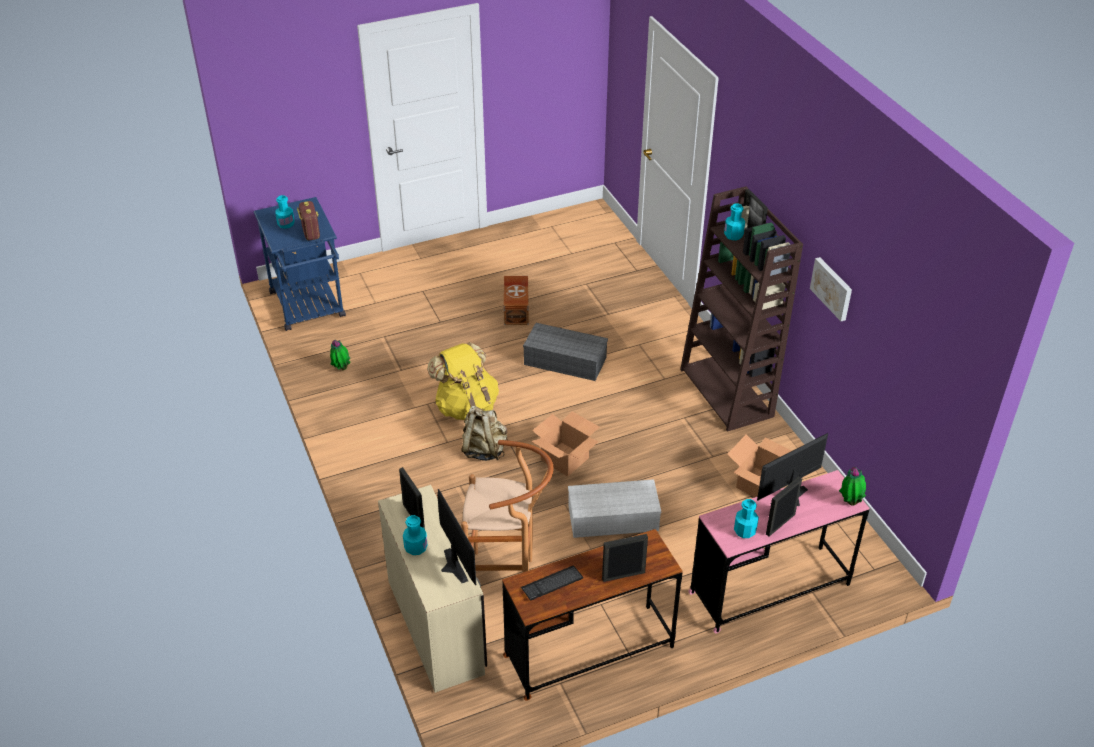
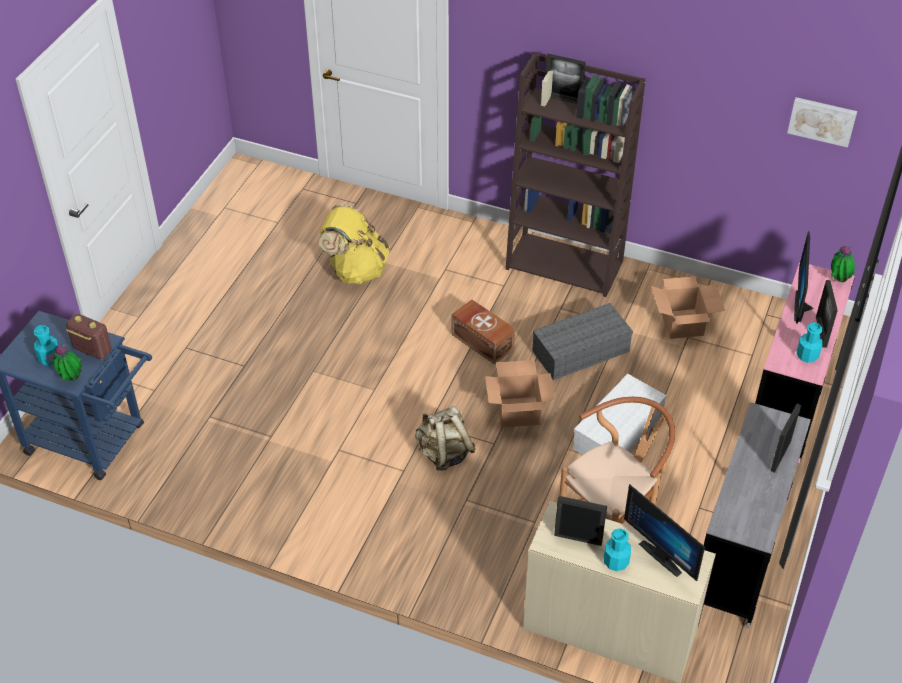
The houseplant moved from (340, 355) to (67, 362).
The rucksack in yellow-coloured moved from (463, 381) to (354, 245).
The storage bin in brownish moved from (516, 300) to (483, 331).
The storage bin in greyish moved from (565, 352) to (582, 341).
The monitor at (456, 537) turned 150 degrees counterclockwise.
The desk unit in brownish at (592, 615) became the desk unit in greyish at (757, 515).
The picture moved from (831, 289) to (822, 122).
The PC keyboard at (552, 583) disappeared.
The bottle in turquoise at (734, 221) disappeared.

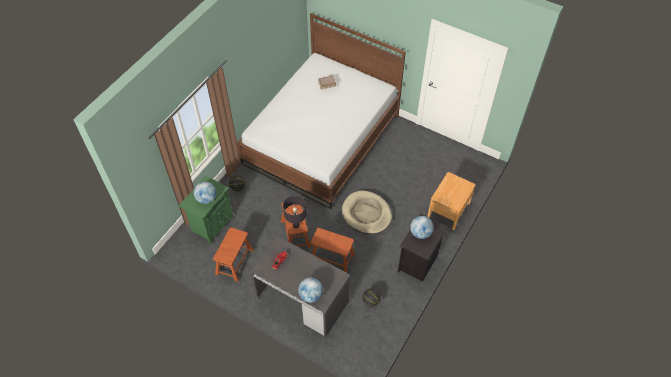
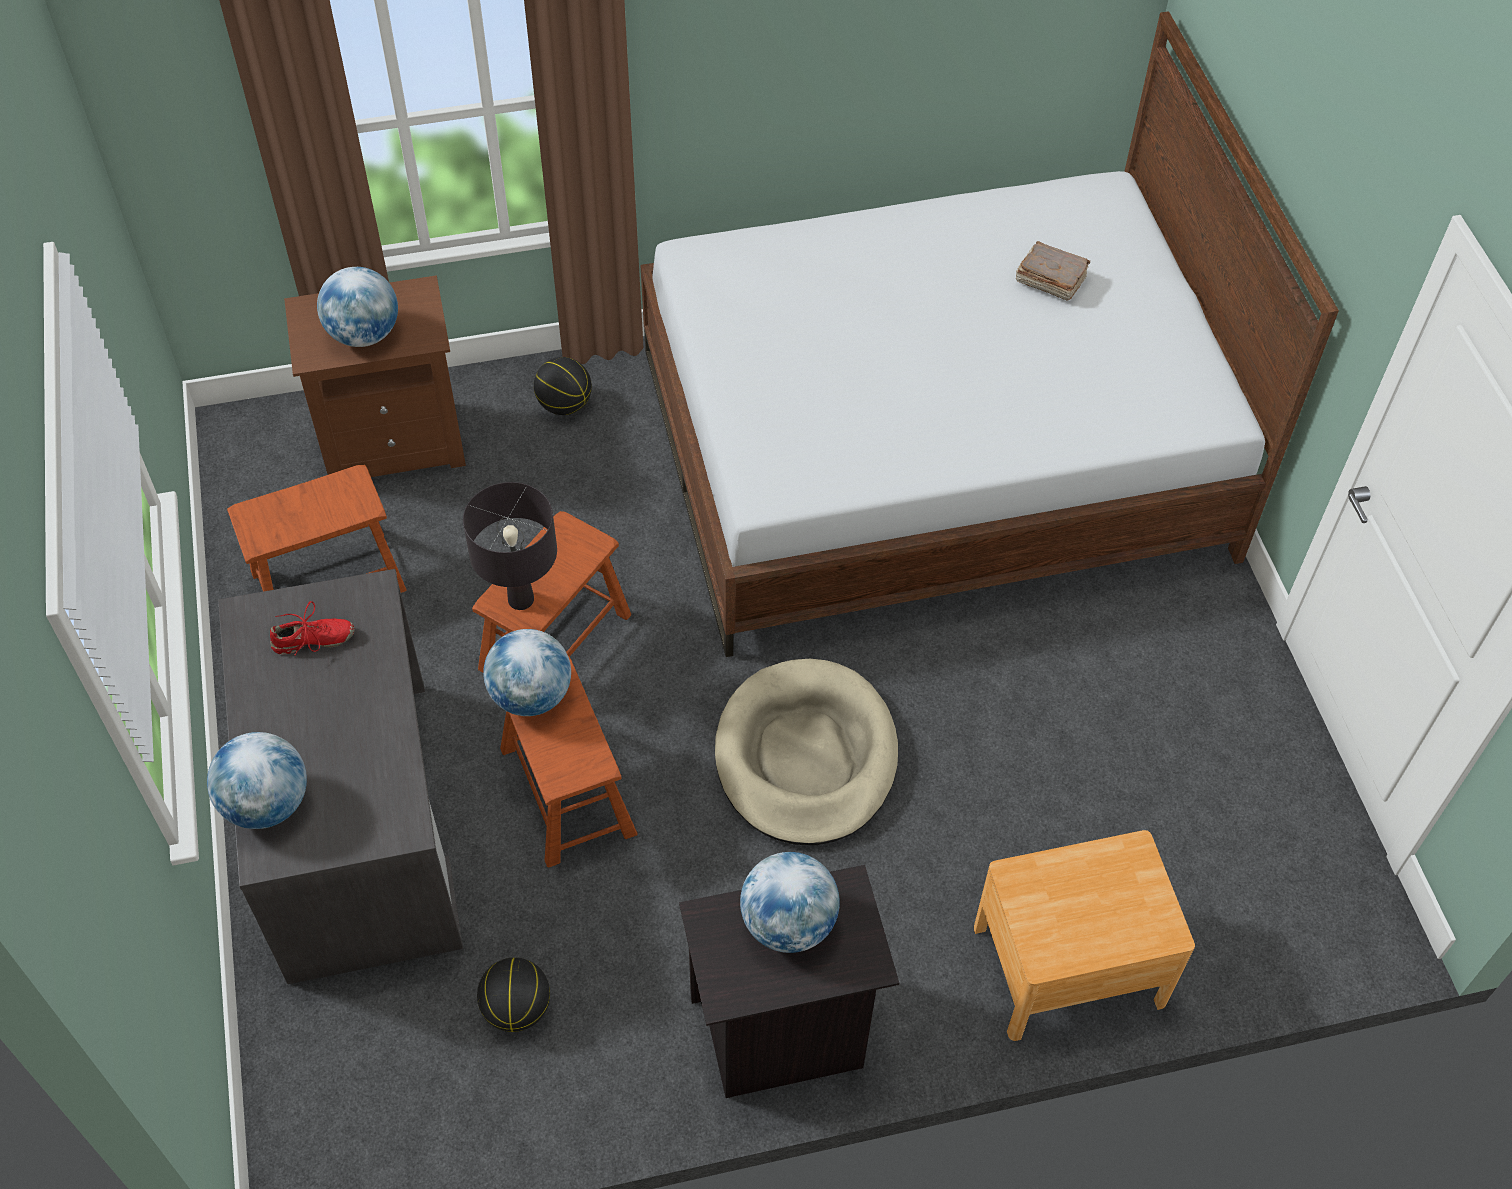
The nightstand in green at (206, 209) became the nightstand in brownish at (375, 376).
The desk globe at (527, 672) appeared.

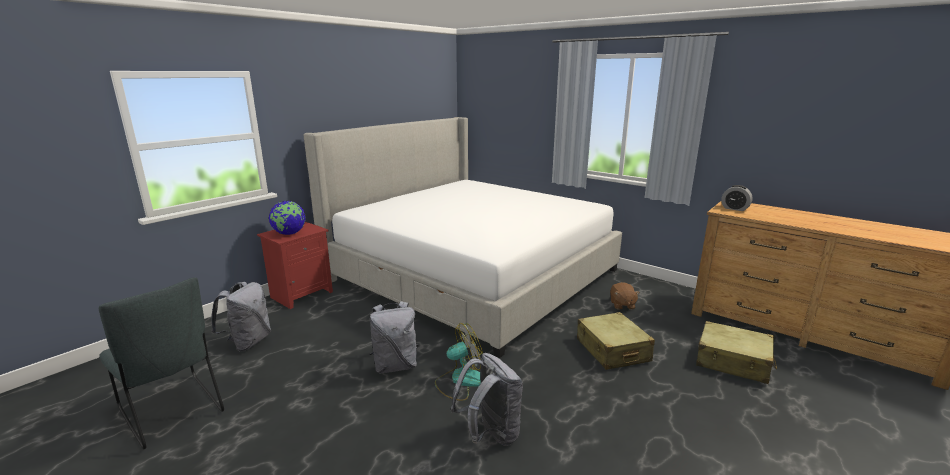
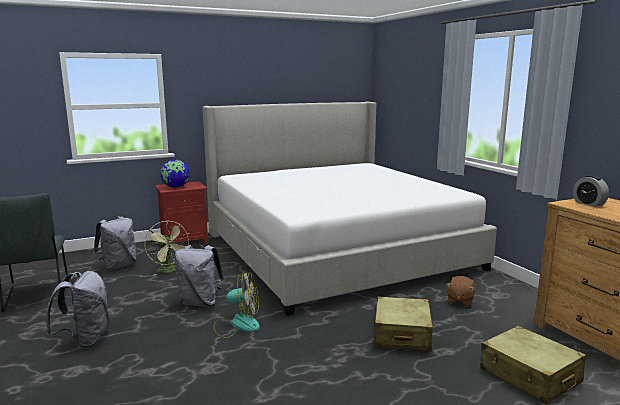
The rucksack in greyish moved from (487, 399) to (78, 310).
The electric fan in green at (167, 248) appeared.

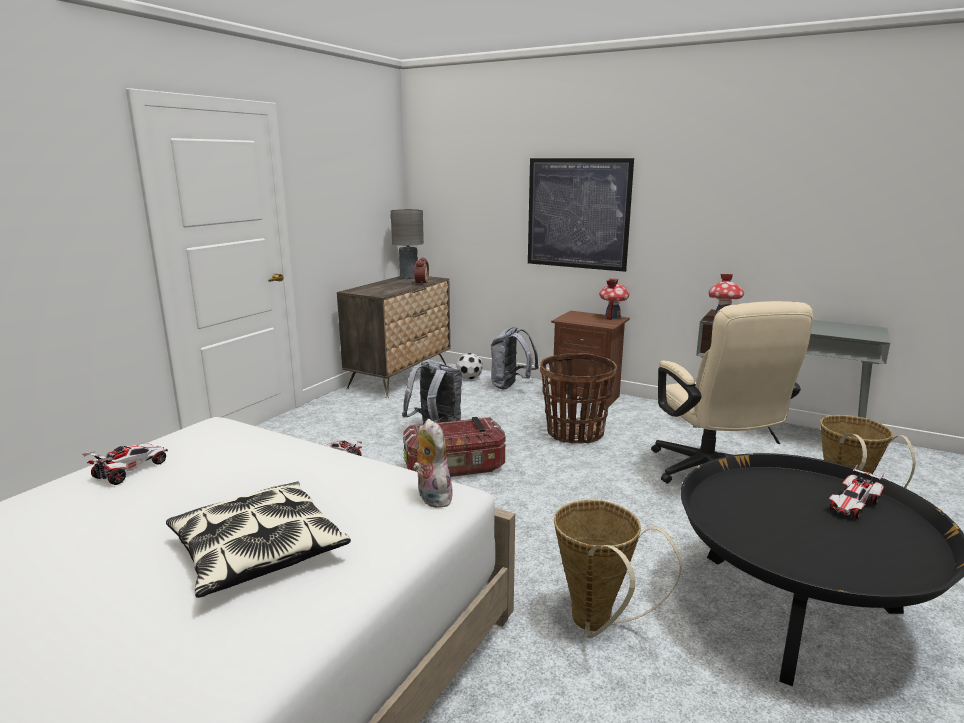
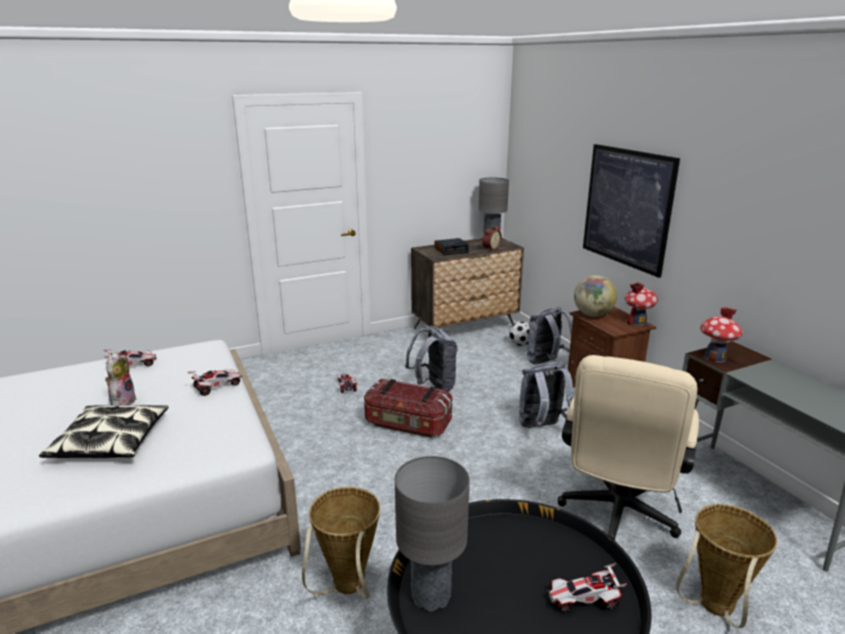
The cuddly toy moved from (433, 463) to (121, 379).
The toy car at (215, 382) appeared.
The tabletop lamp in greyish at (432, 534) appeared.
The table clock at (451, 246) appeared.
The storage basket at (578, 398) was replaced by the rucksack in greyish at (546, 395).
The desk globe at (595, 296) appeared.

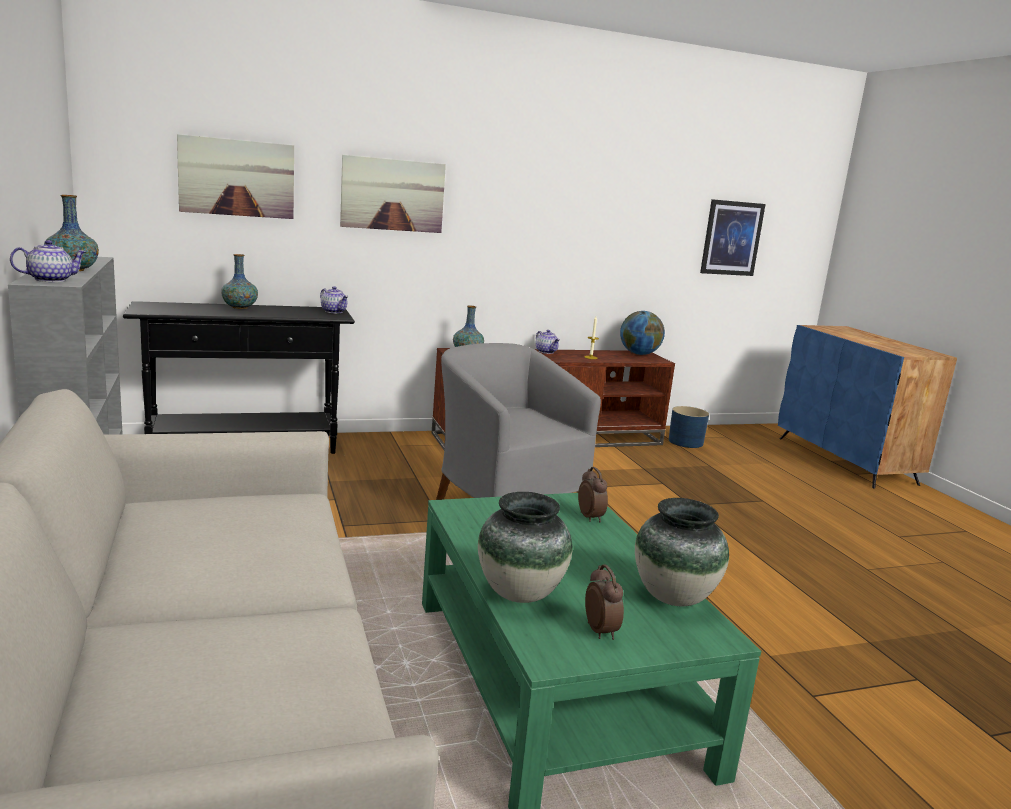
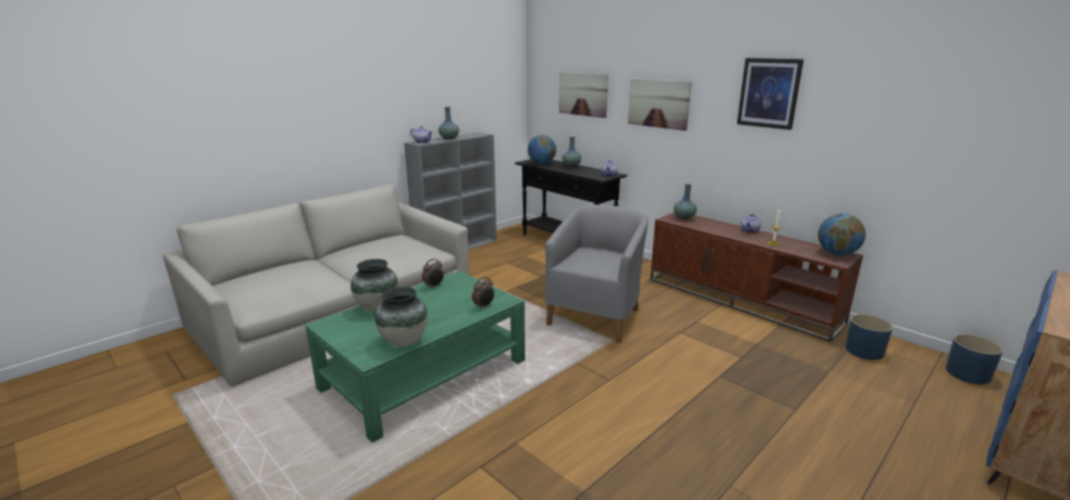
The table clock moved from (604, 602) to (433, 274).
The desk globe at (542, 149) appeared.
The picture moved from (733, 237) to (770, 94).
The plant pot in blue-coloured at (974, 359) appeared.

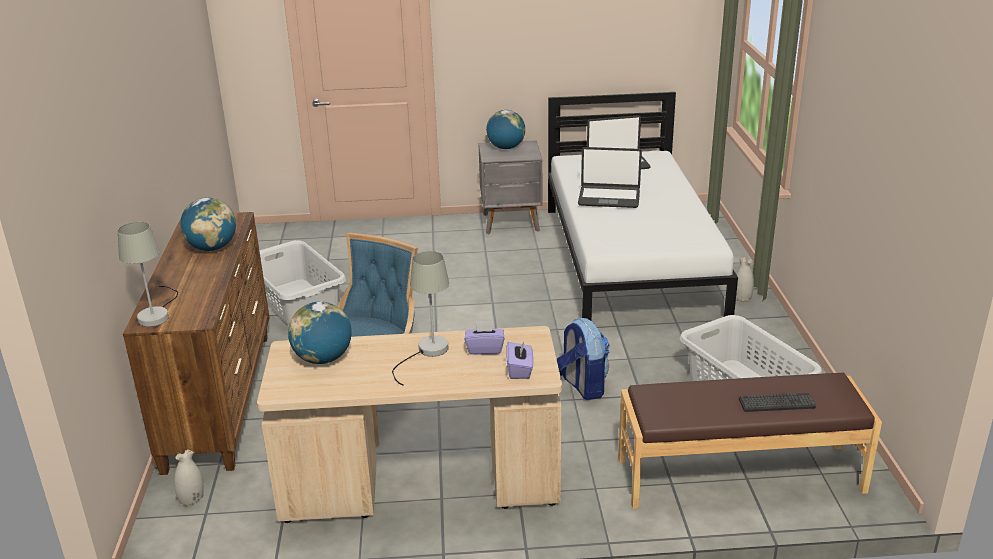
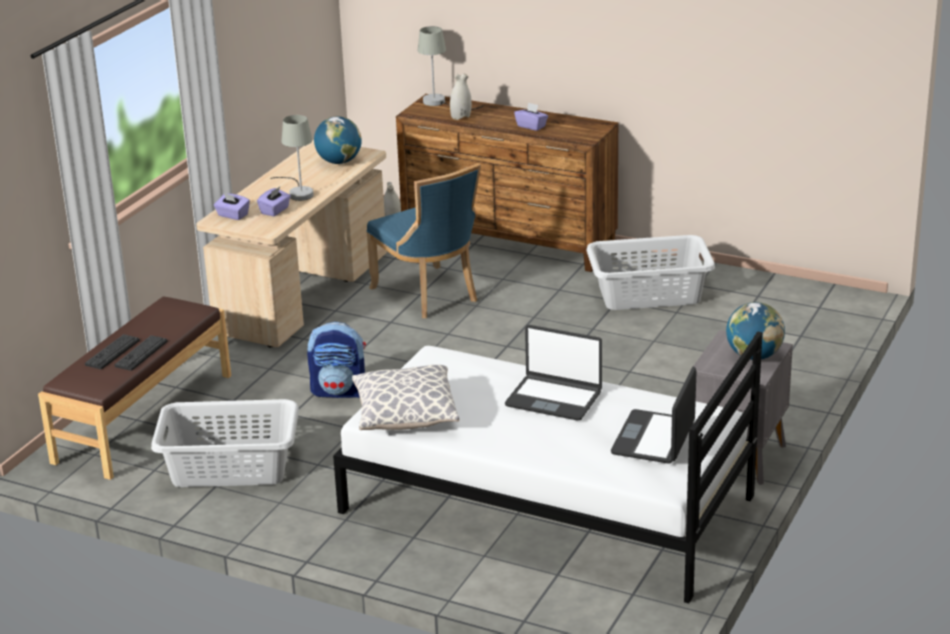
The PC keyboard at (141, 353) appeared.
The cushion at (405, 397) appeared.
The decorative vase in white moved from (745, 279) to (461, 96).
The portable computer at (610, 177) turned 105 degrees counterclockwise.
The desk globe at (208, 224) was replaced by the tissue box in purple-coloured at (531, 116).

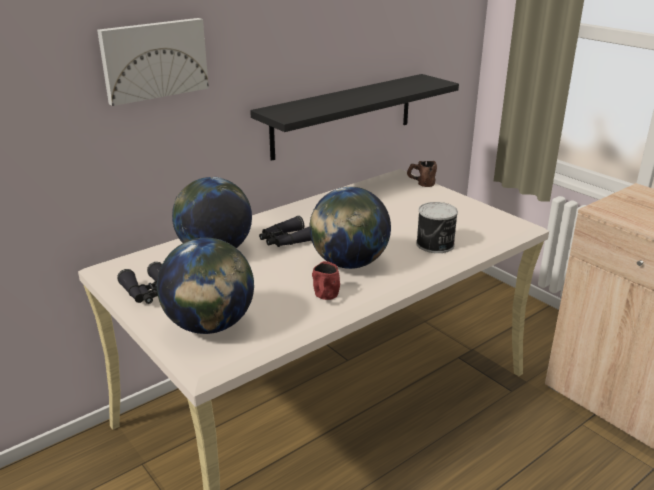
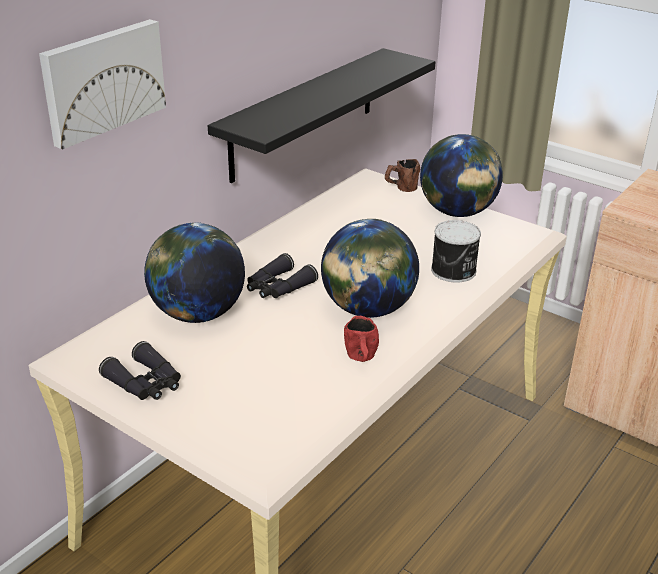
The desk globe moved from (205, 286) to (461, 175).

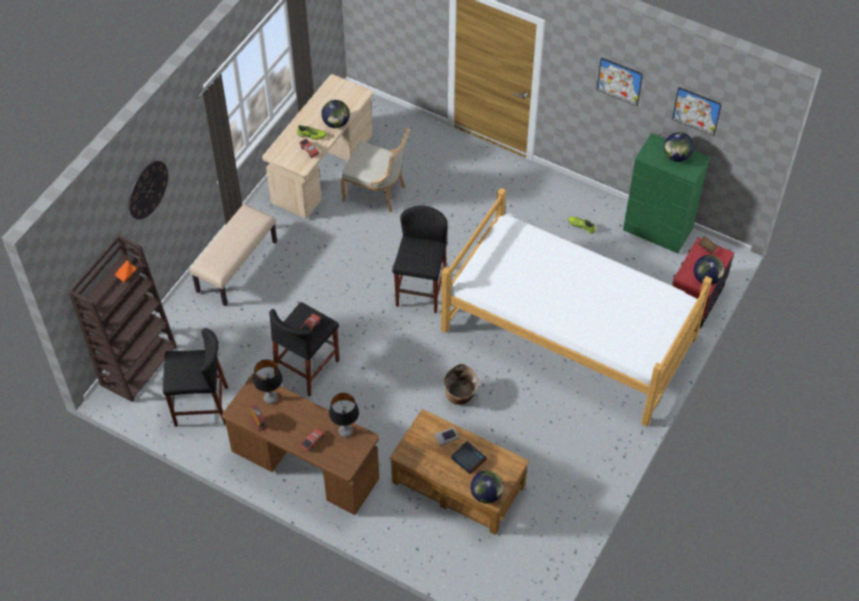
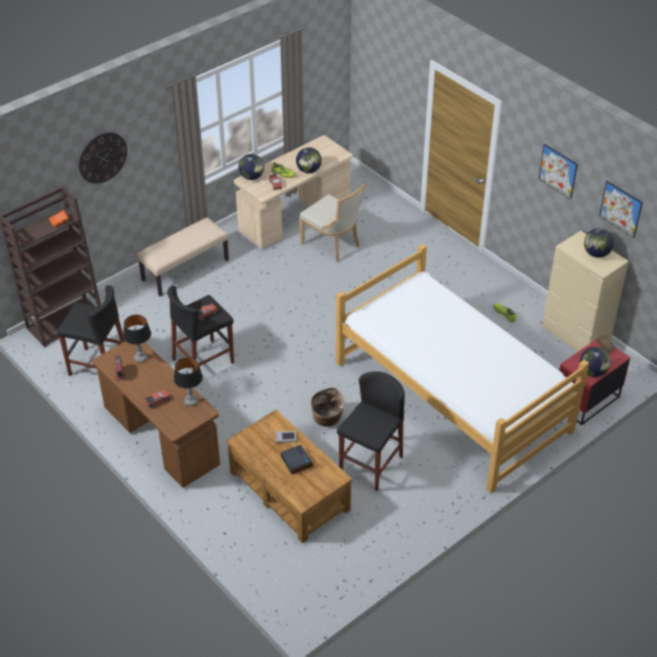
The desk globe moved from (487, 487) to (251, 167).
The stool in black moved from (420, 259) to (371, 431).
The dresser in green at (666, 193) became the dresser in beige at (585, 291).

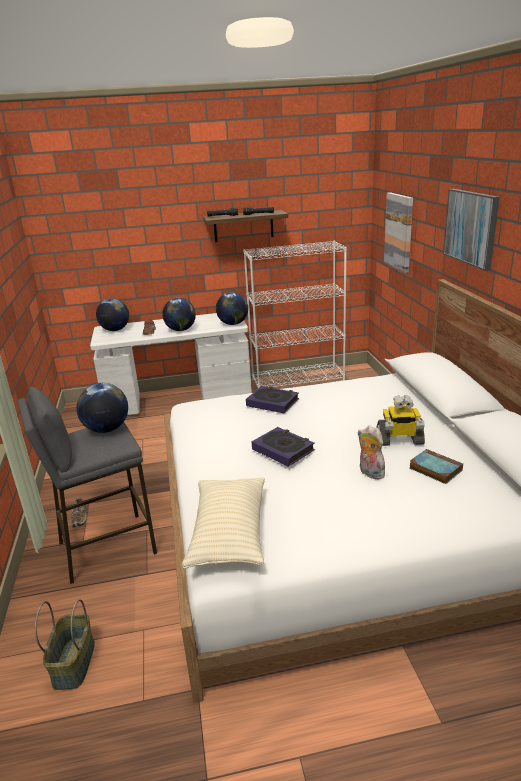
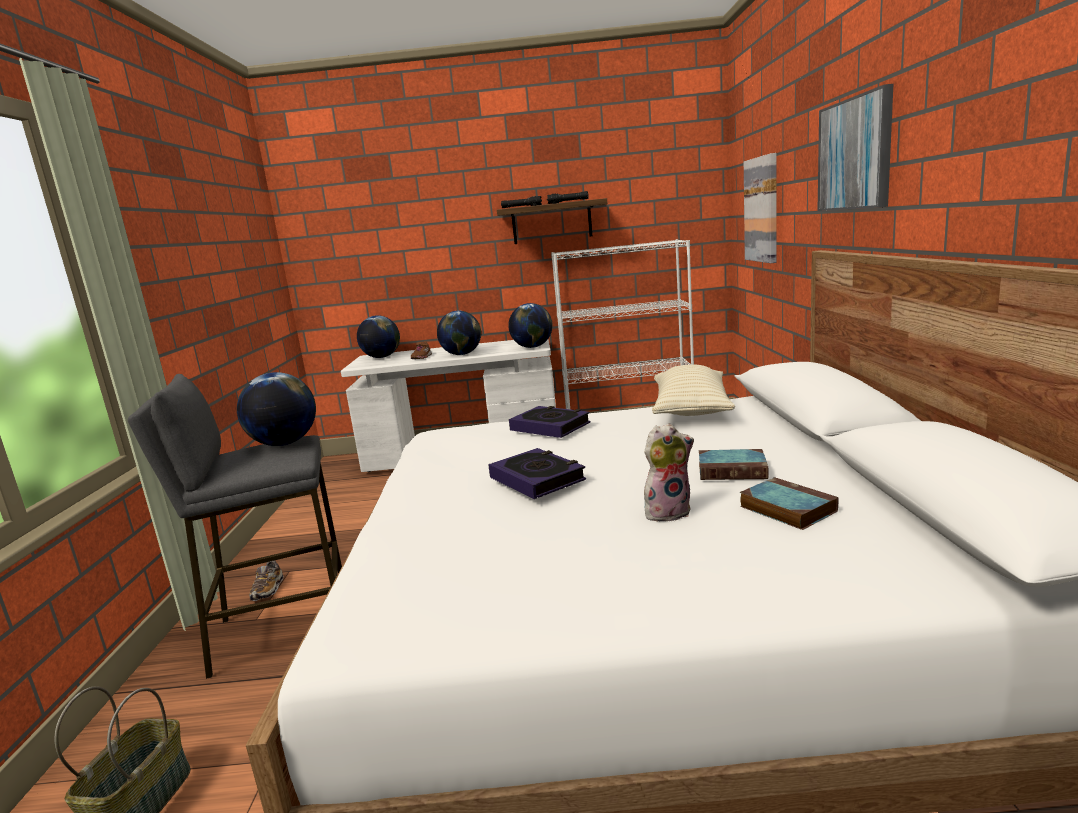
The cuddly toy at (371, 452) turned 105 degrees clockwise.
The cushion in beige moved from (223, 523) to (693, 390).
The toy robot at (401, 420) was replaced by the bound book at (733, 464).

